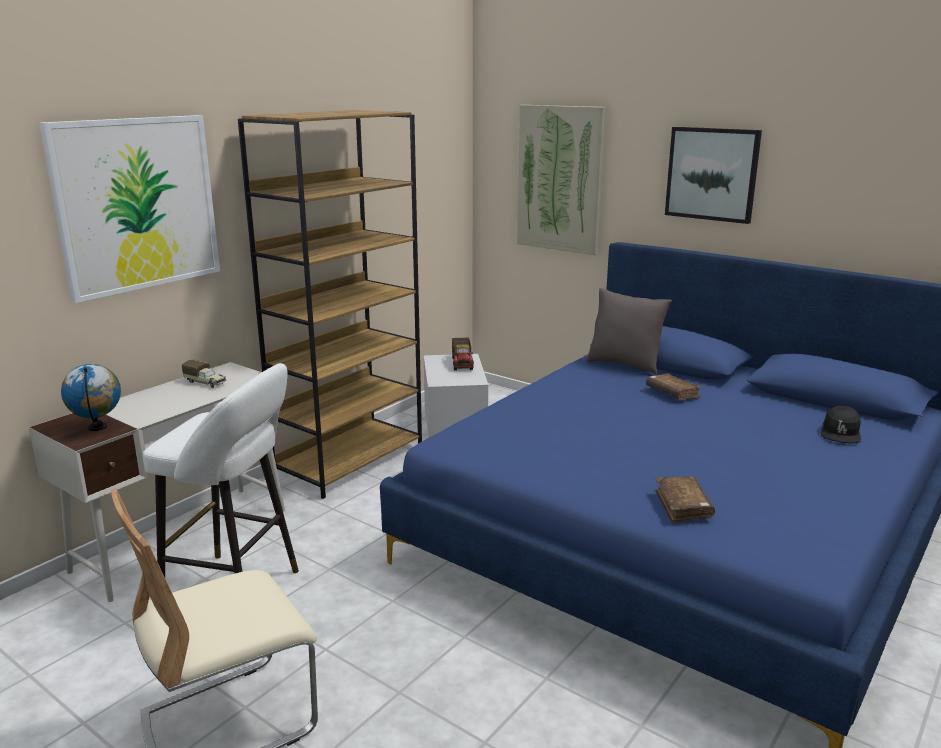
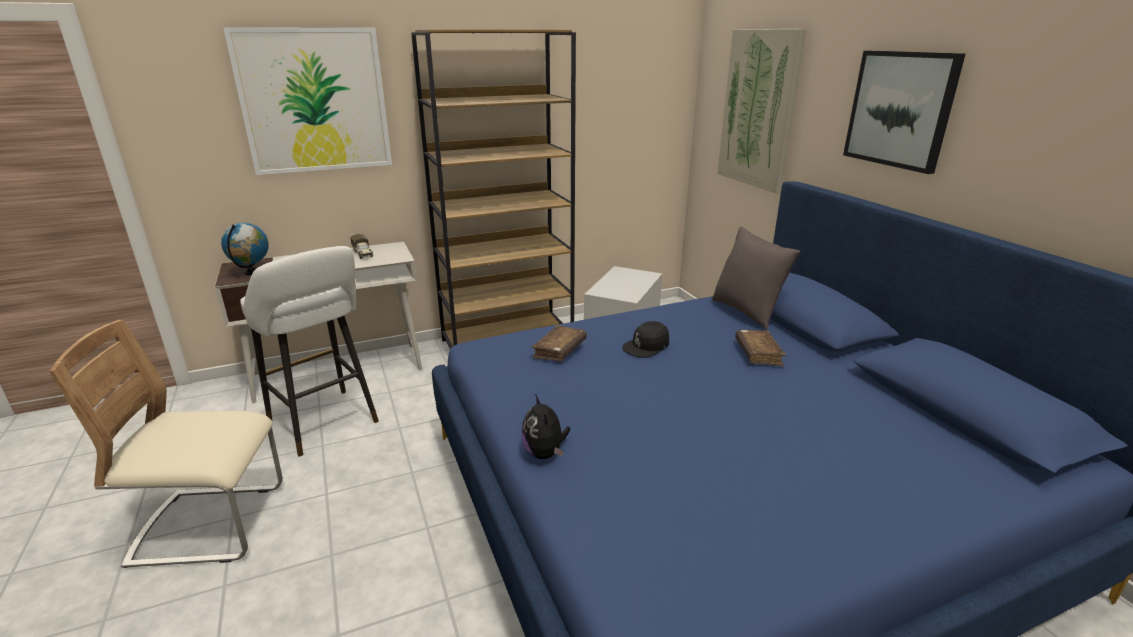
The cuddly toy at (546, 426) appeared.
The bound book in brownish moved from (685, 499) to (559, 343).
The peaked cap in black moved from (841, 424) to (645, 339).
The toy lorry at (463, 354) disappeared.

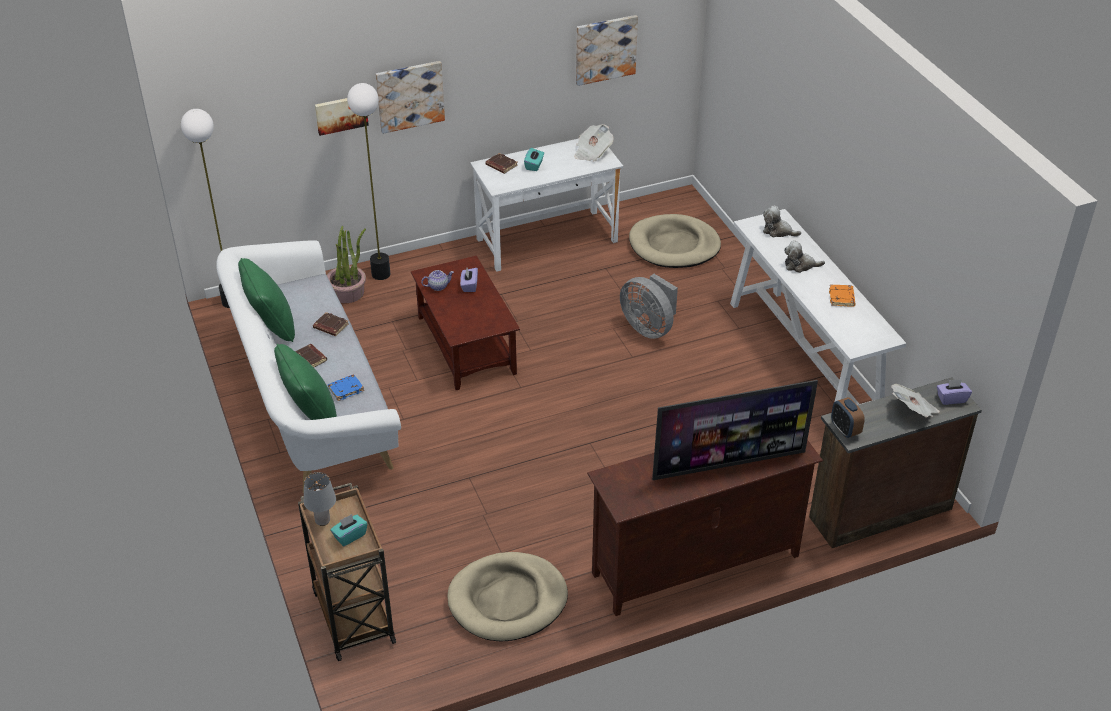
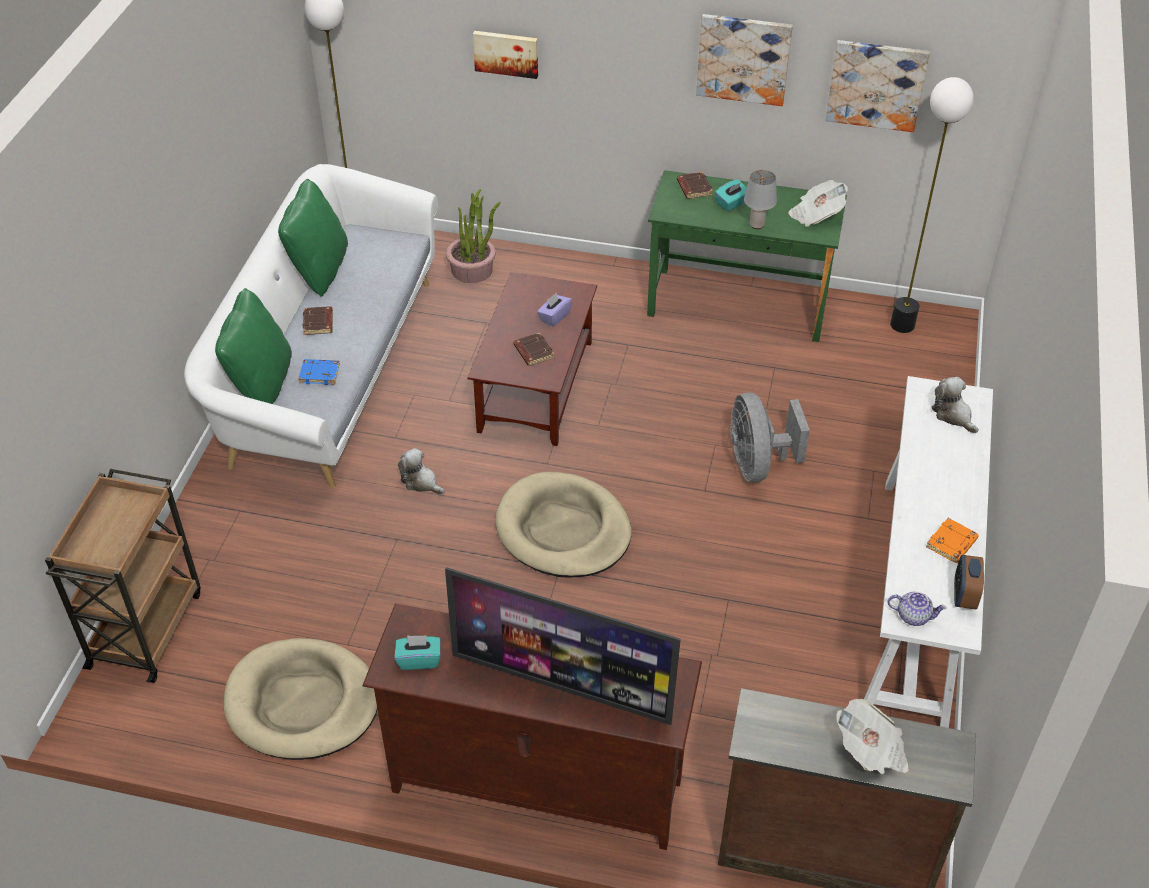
The tissue box in turquoise moved from (348, 530) to (418, 652).
The cuddly toy moved from (804, 257) to (421, 471).
The pet bed in beige moved from (675, 241) to (563, 525).
The bound book in brownish moved from (330, 324) to (534, 349).
The desk unit in white at (546, 205) became the desk unit in green at (747, 256).
The picture moved from (410, 97) to (744, 60).
The tabletop lamp in greyish moved from (320, 499) to (760, 199).
The tea pot moved from (437, 280) to (917, 609).
The standing lamp moved from (368, 181) to (932, 205).
The table clock moved from (848, 417) to (969, 582).
The tissue box in purple-coloured at (954, 392) disappeared.

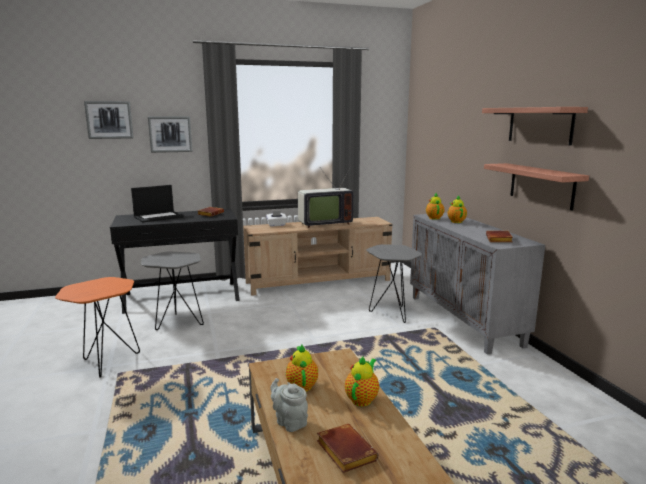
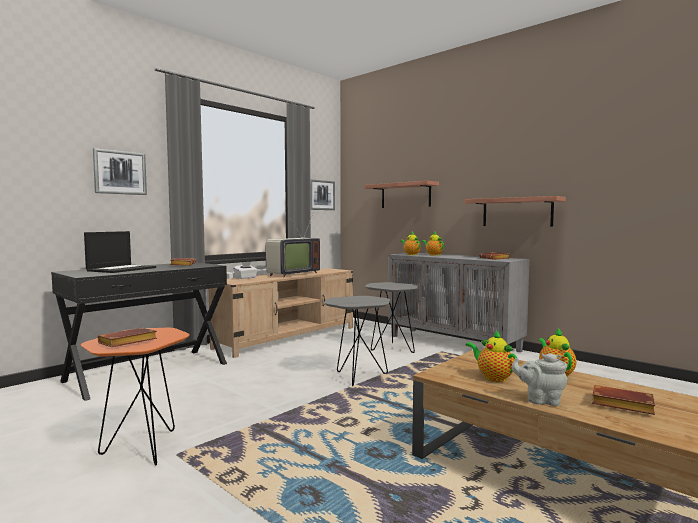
The bound book in brownish at (127, 337) appeared.
The picture moved from (109, 120) to (322, 194).
The side table in greyish moved from (172, 291) to (356, 341).
The shelf moved from (535, 126) to (401, 194).

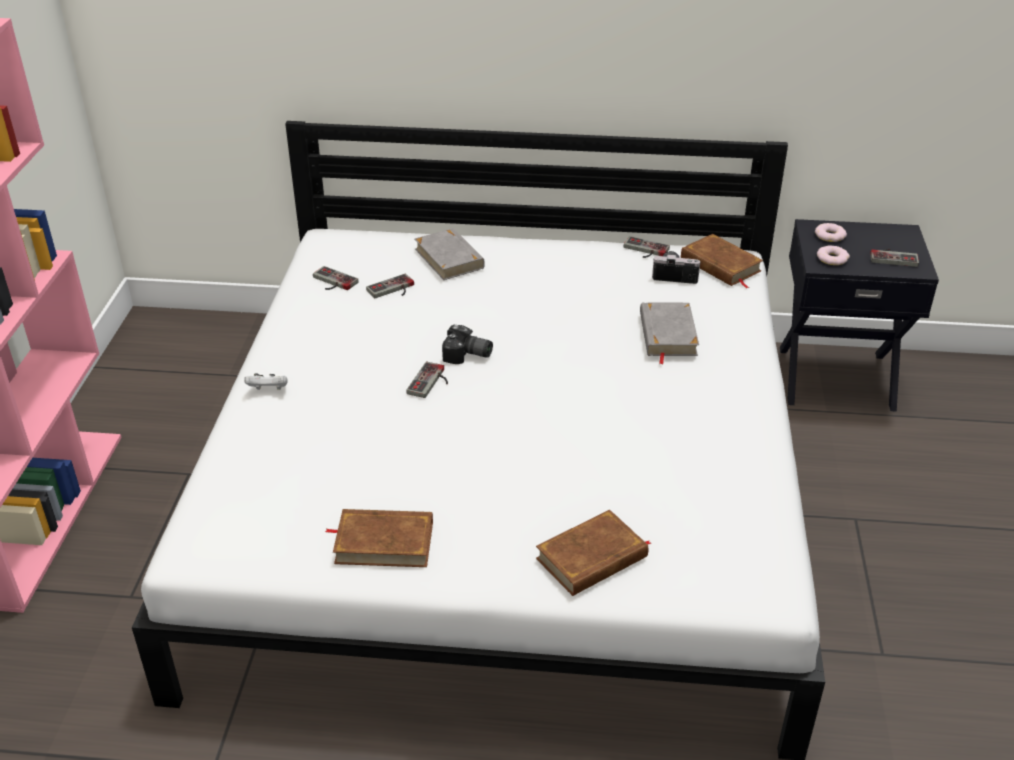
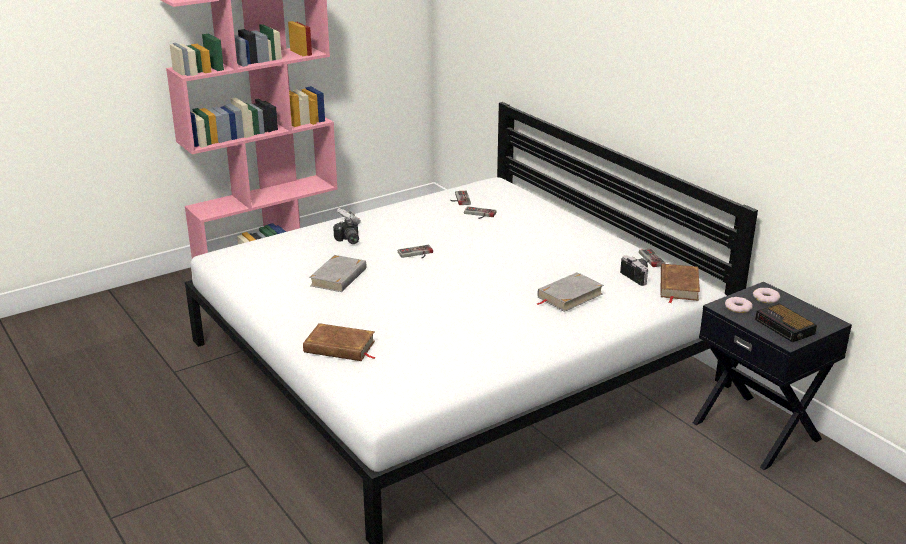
The bound book in greyish moved from (450, 254) to (338, 273).
The photo camera moved from (467, 344) to (346, 231).
The game controller at (894, 257) was replaced by the table clock at (786, 322).
The bound book in brownish at (379, 538) disappeared.

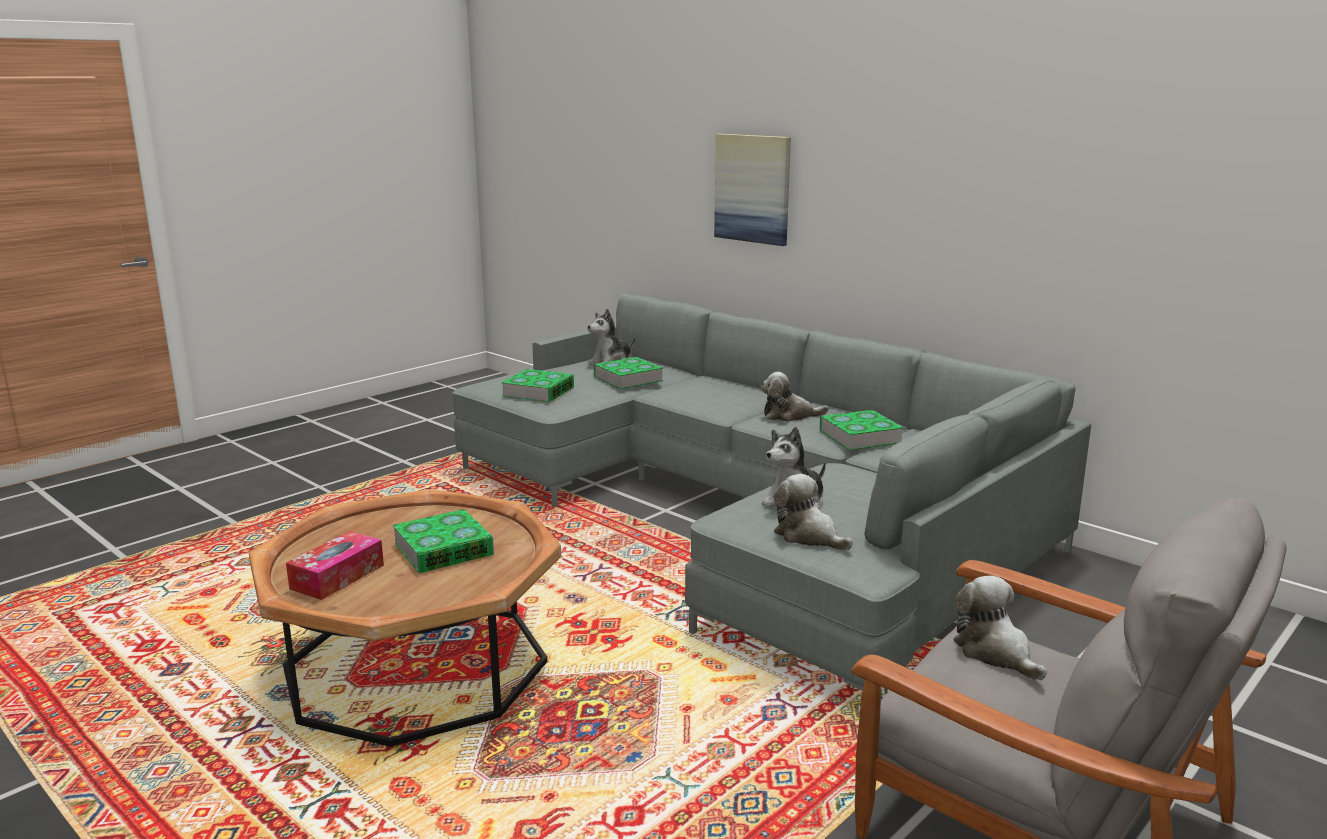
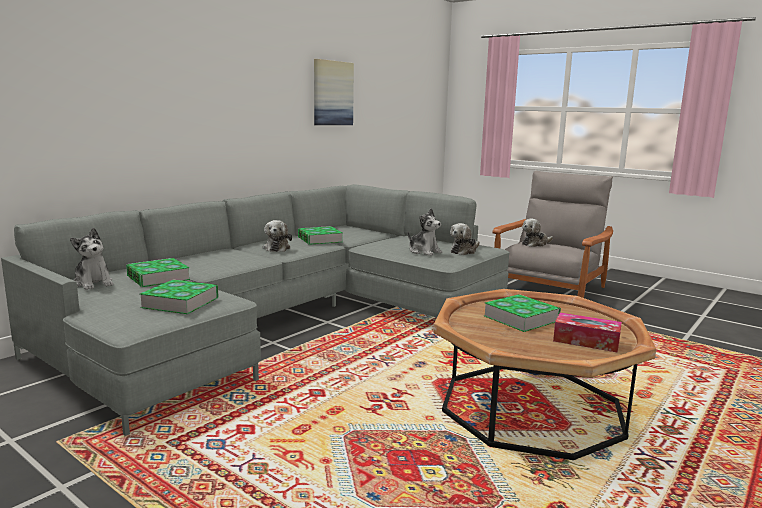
The picture moved from (752, 190) to (334, 92).

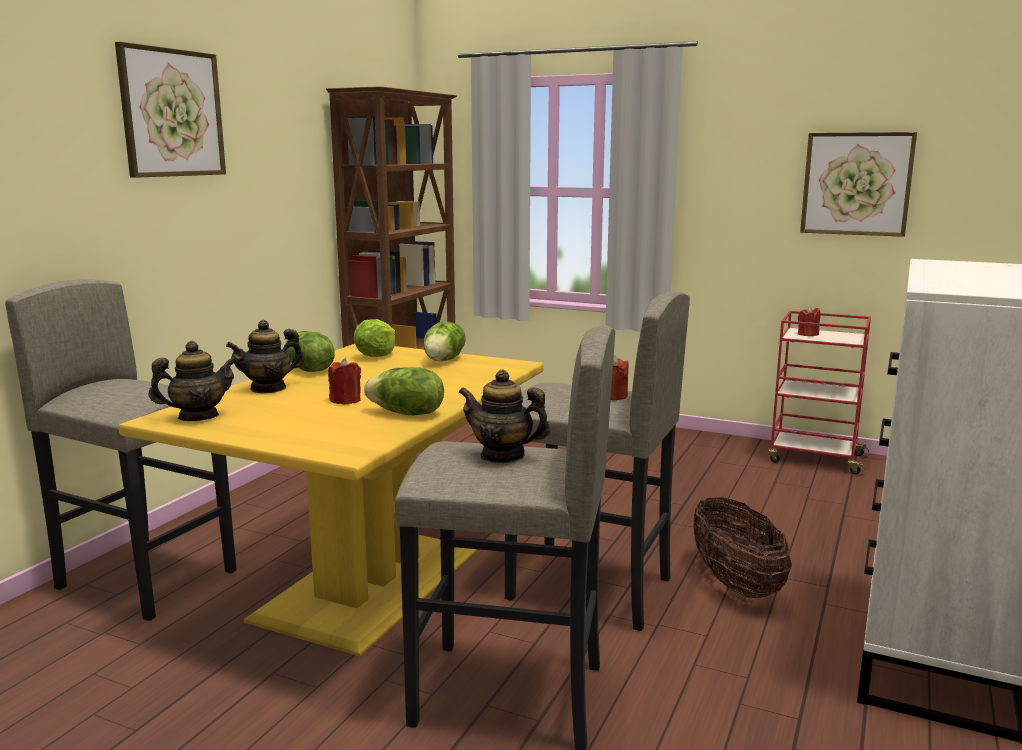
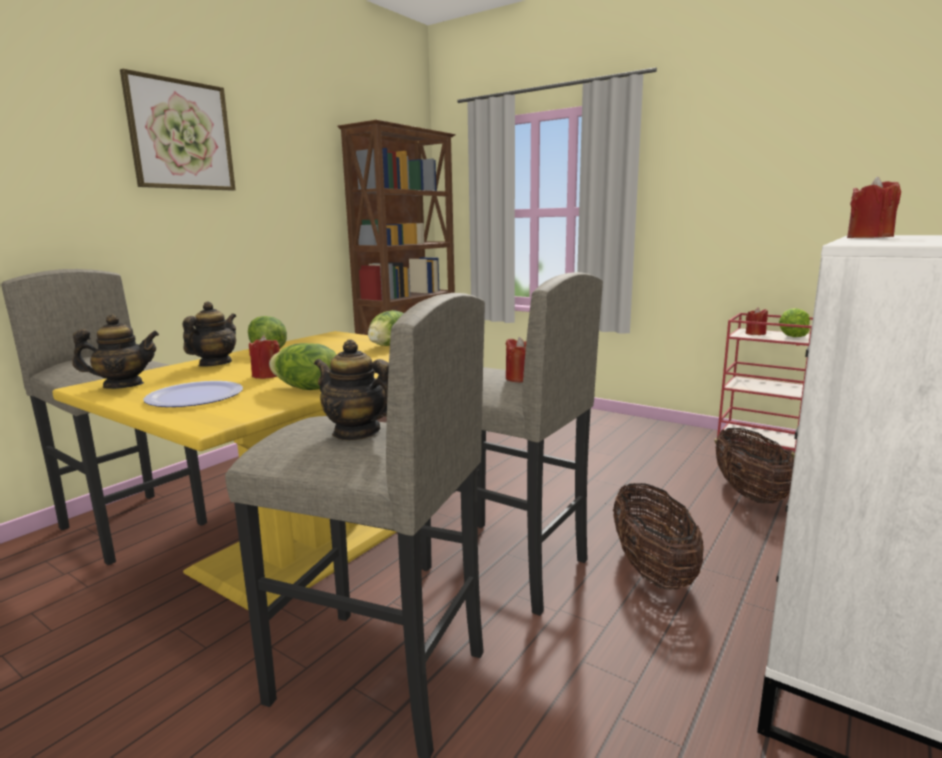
The flat dish at (193, 394) appeared.
The tea pot at (265, 356) turned 135 degrees clockwise.
The storage basket at (754, 466) appeared.
The head of lettuce moved from (374, 338) to (794, 322).
The wax candle in red-coloured at (874, 207) appeared.
The picture at (858, 184) disappeared.

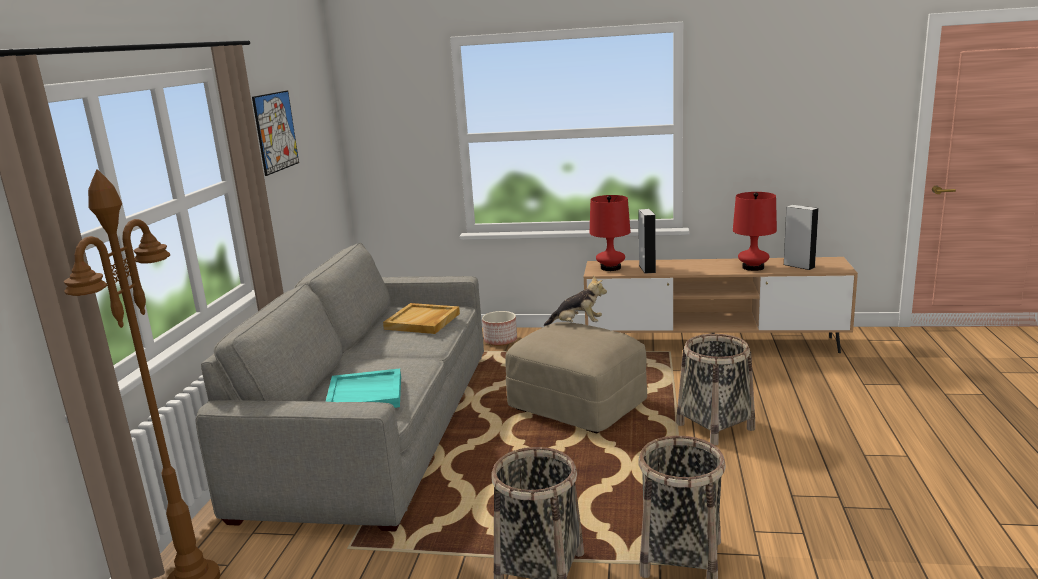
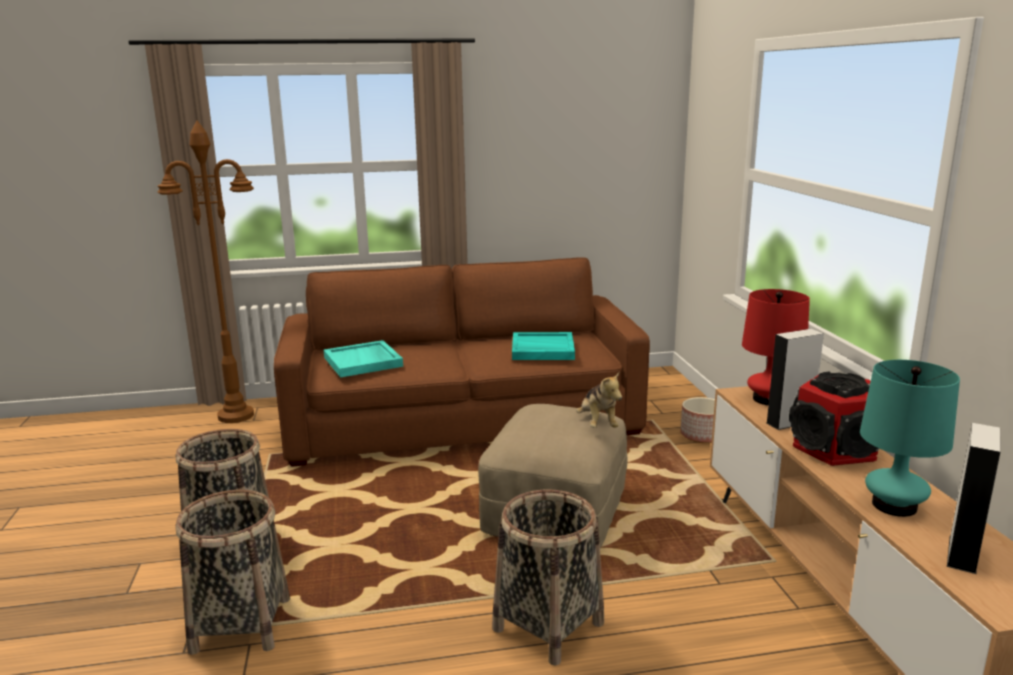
The couch in greyish at (339, 387) became the couch in brownish at (462, 362).
The carrying tray in beige at (421, 318) became the carrying tray in turquoise at (543, 346).
The audio speaker at (834, 419) appeared.
The tabletop lamp in red-coloured at (755, 231) became the tabletop lamp in turquoise at (910, 438).
The picture at (275, 133) disappeared.

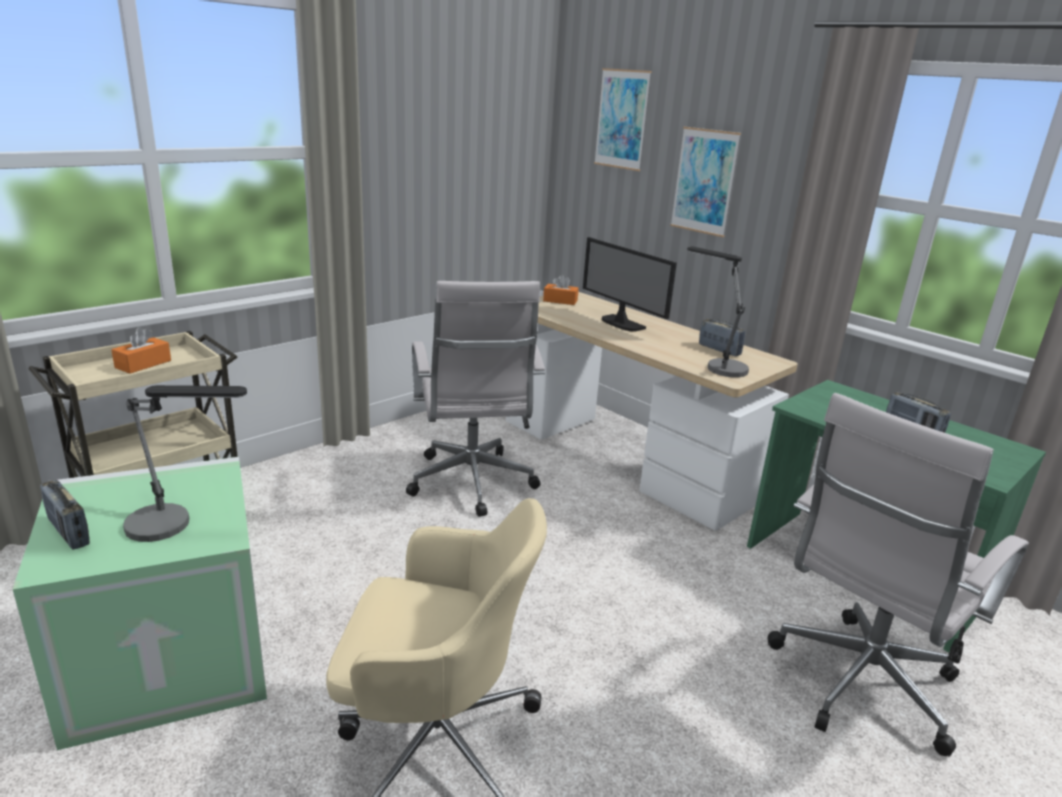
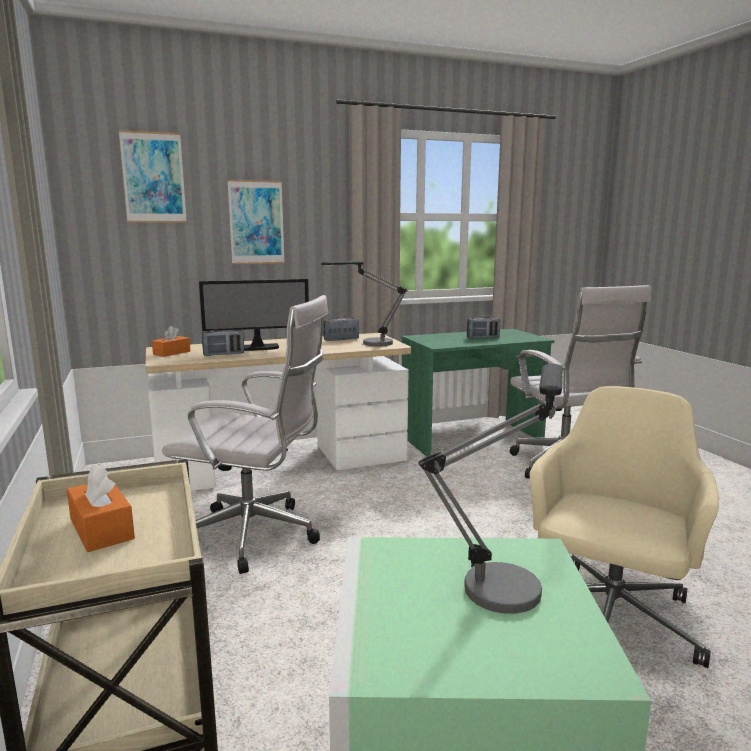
The radio set moved from (65, 515) to (223, 342).

